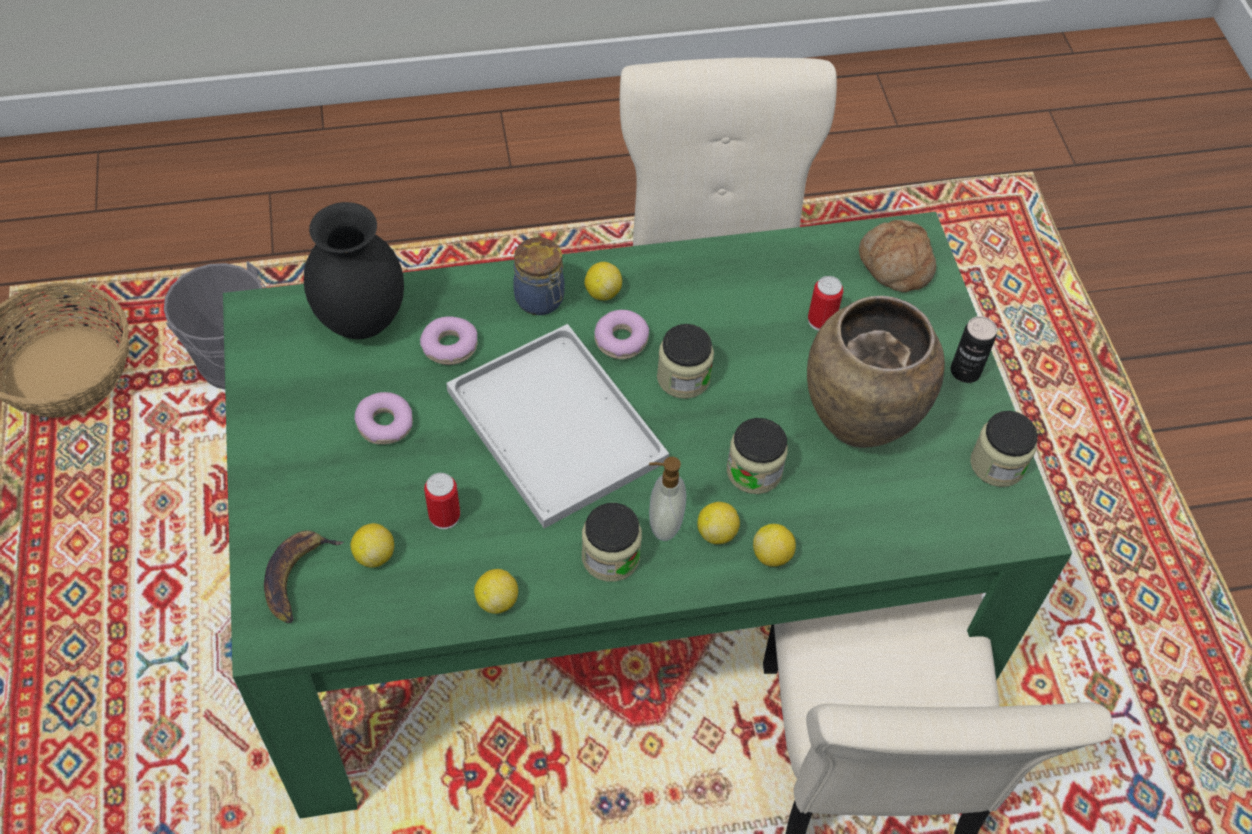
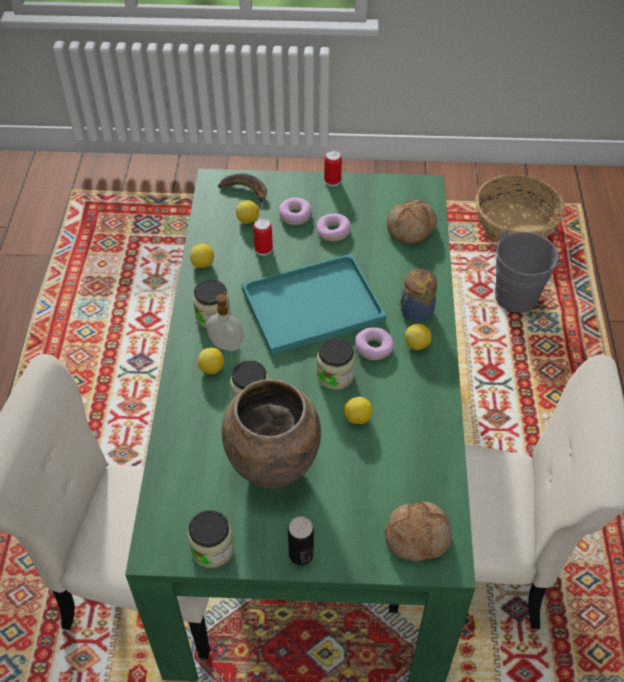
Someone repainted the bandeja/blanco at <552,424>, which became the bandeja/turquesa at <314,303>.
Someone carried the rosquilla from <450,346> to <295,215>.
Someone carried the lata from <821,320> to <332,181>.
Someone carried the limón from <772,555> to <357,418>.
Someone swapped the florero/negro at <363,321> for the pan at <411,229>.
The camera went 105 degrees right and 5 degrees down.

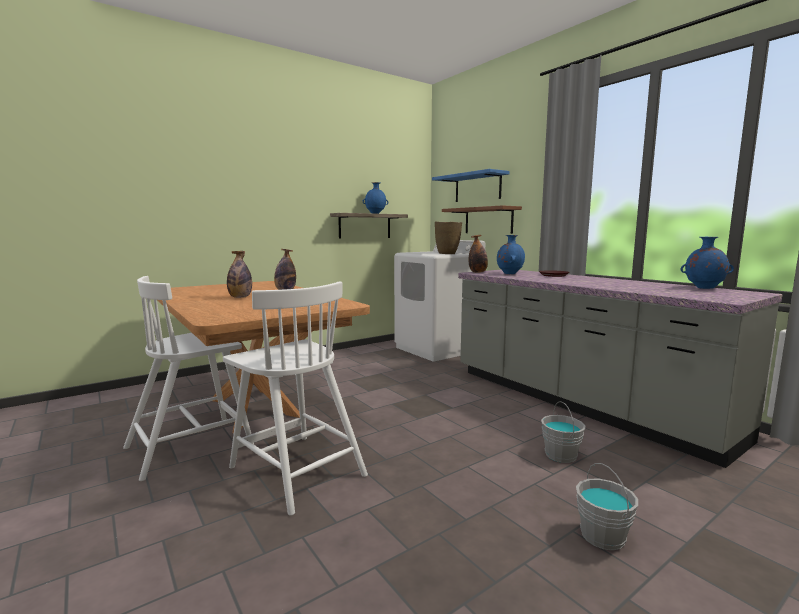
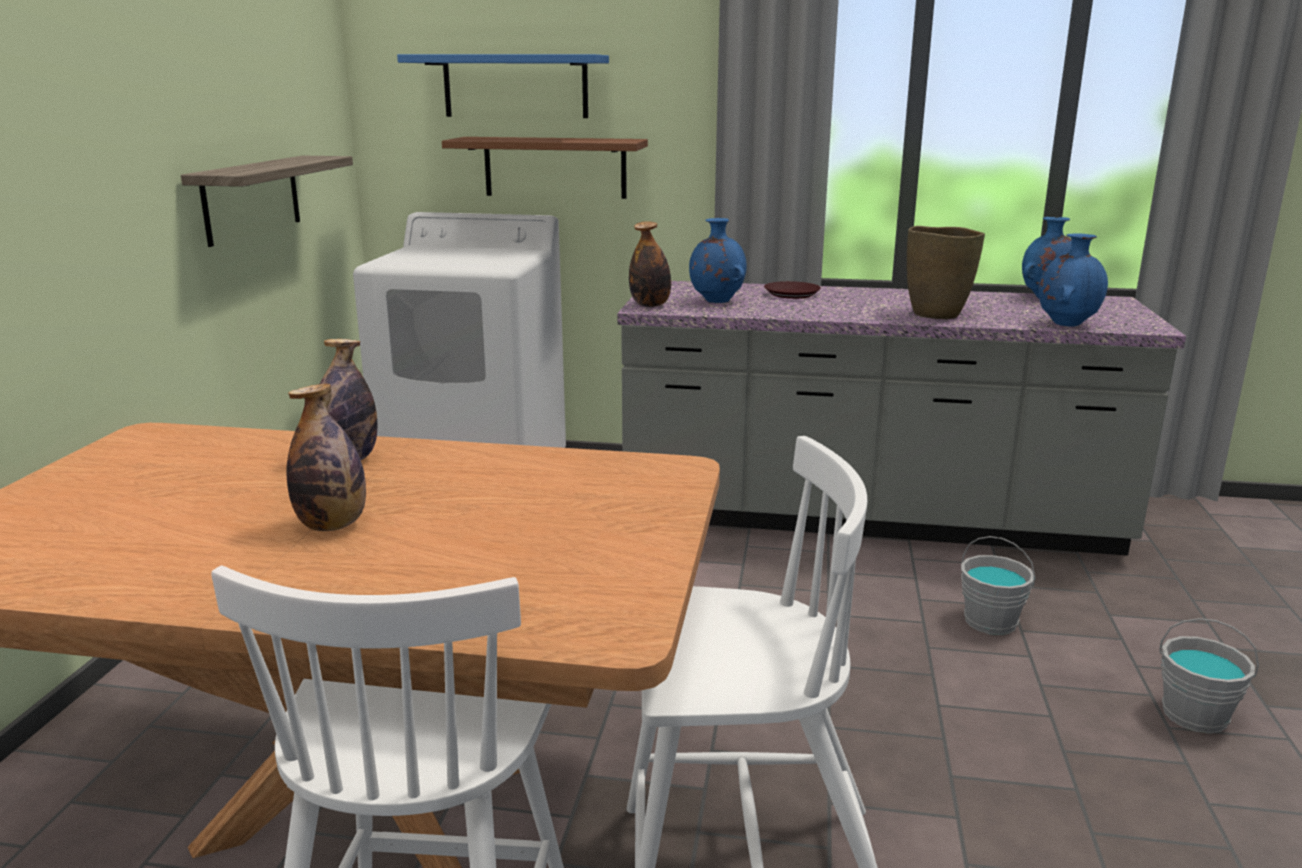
Someone carried the florero/marrón from <447,254> to <936,315>.
Someone carried the florero/azul from <375,213> to <1067,324>.
The camera went 45 degrees left and 10 degrees up.

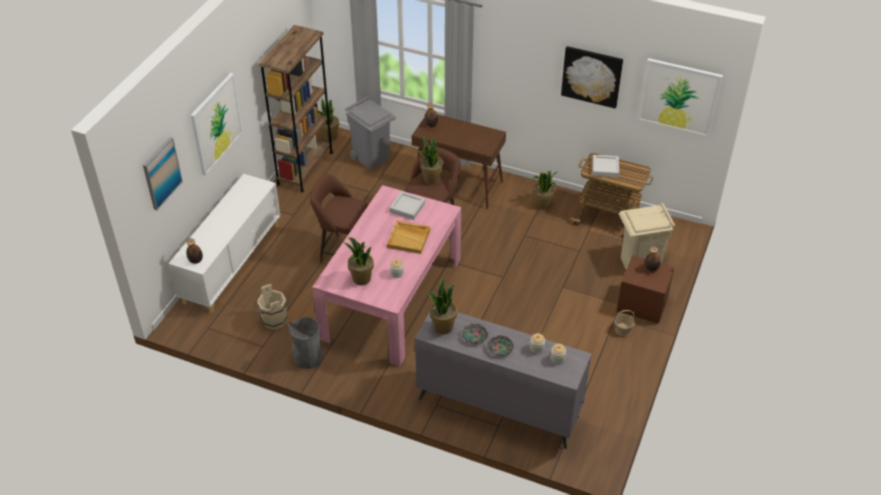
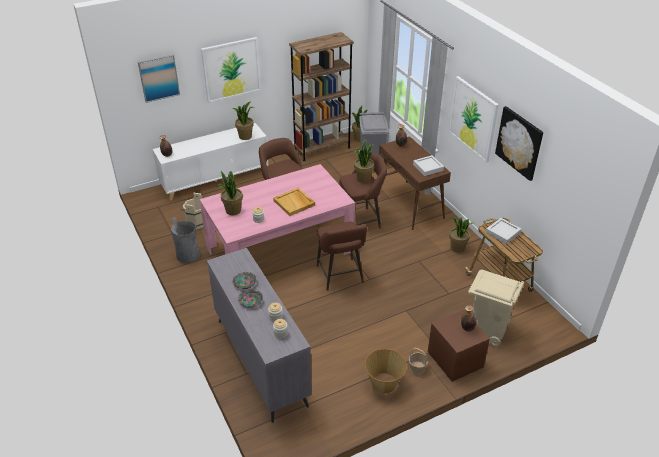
Someone carried the planta en maceta from <443,327> to <245,136>.
Someone put down the taburete/marrón at <340,276>.
Someone put down the cesta at <384,383>.
Someone carried the bandeja/gris from <407,208> to <428,167>.
Someone carried the cuadro from <679,97> to <473,118>.
The camera went 40 degrees right and 5 degrees down.

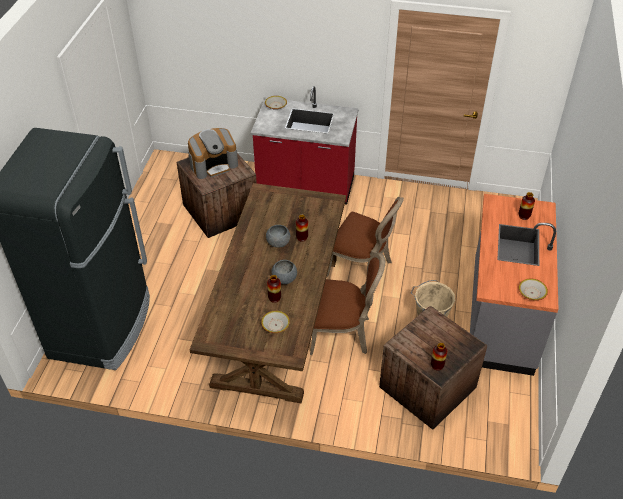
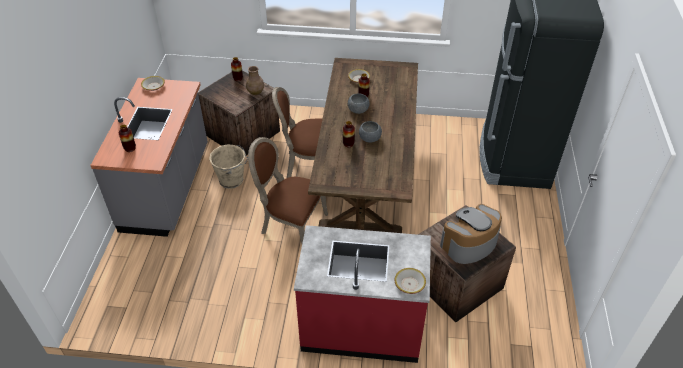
Someone put down the florero/marrón at <256,92>.
The camera went 175 degrees right and 0 degrees up.

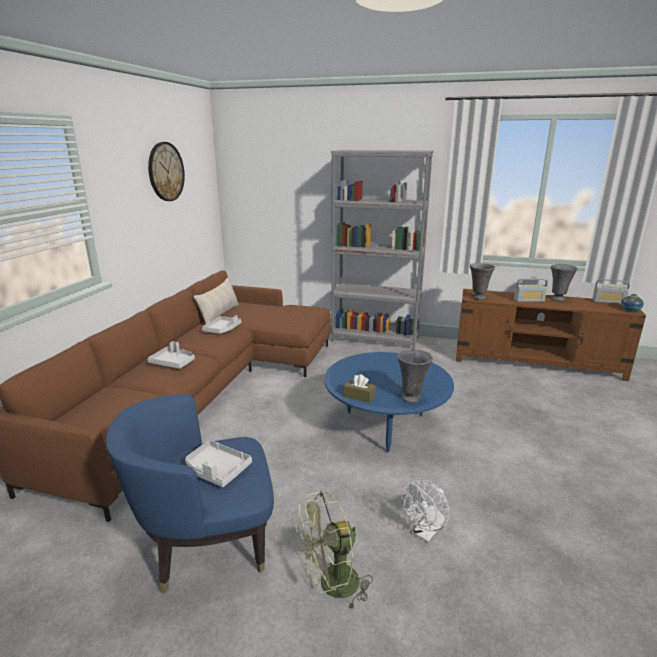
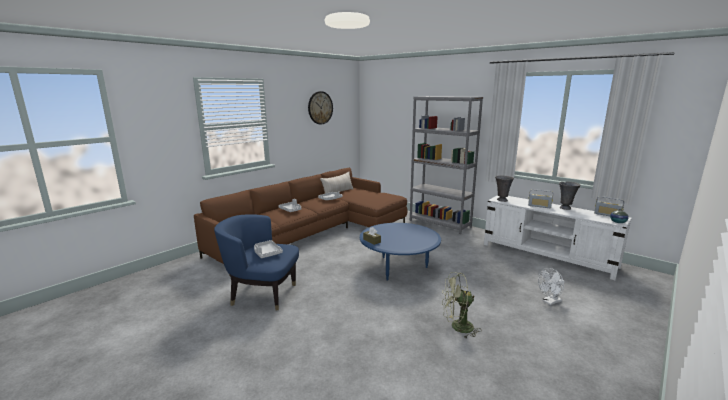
Someone carried the ventilador/verde from <332,586> to <457,327>.
Someone repainted the mueble de televisión/marrón at <536,362>, which became the mueble de televisión/blanco at <547,255>.
Someone carried the ventilador/blanco from <425,533> to <550,302>.
Someone took away the florero/gris at <412,398>.
The camera went 25 degrees right and 5 degrees down.

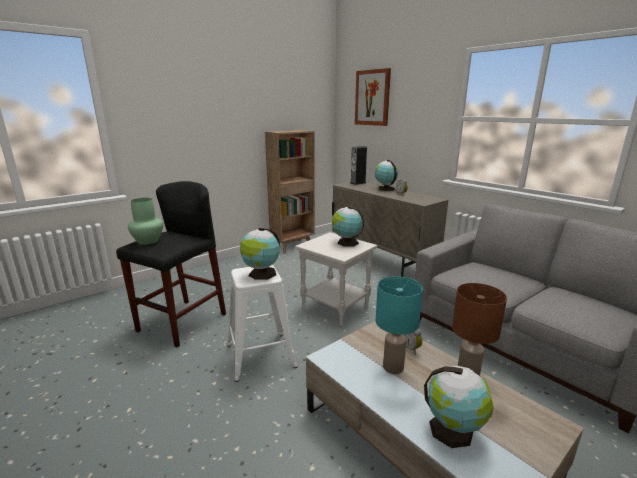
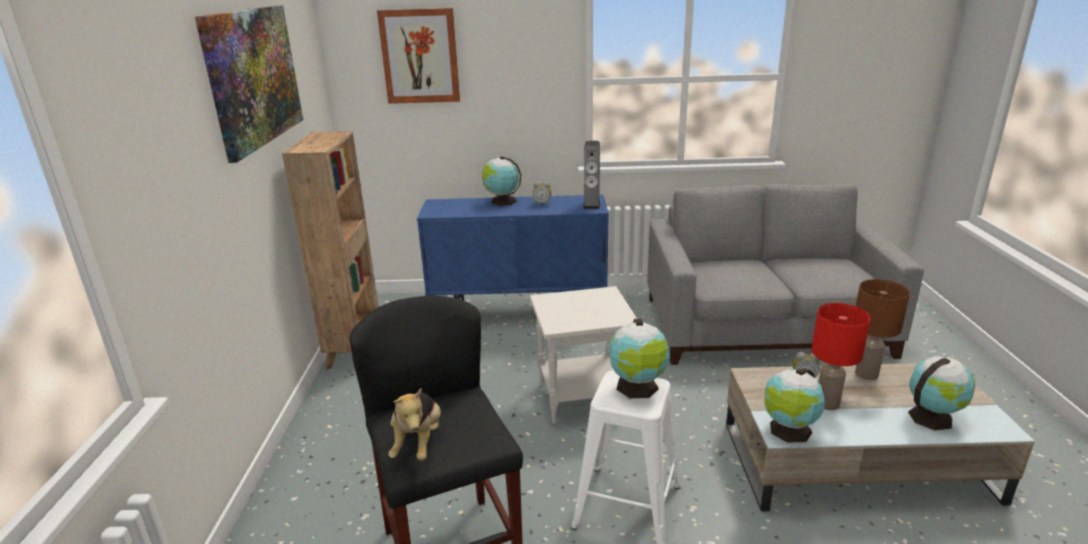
Someone put up the cuadro at <254,77>.
Someone swapped the florero/verde at <148,241> for the peluche at <418,443>.
Someone repainted the armario/beis at <381,263>, which became the armario/azul at <519,313>.
Someone carried the altavoz from <358,183> to <591,204>.
Someone carried the globo terráqueo from <346,242> to <789,431>.
Someone repainted the lámpara de mesa/turquesa at <393,368>, which became the lámpara de mesa/rojo at <828,403>.
The camera went 50 degrees left and 5 degrees up.

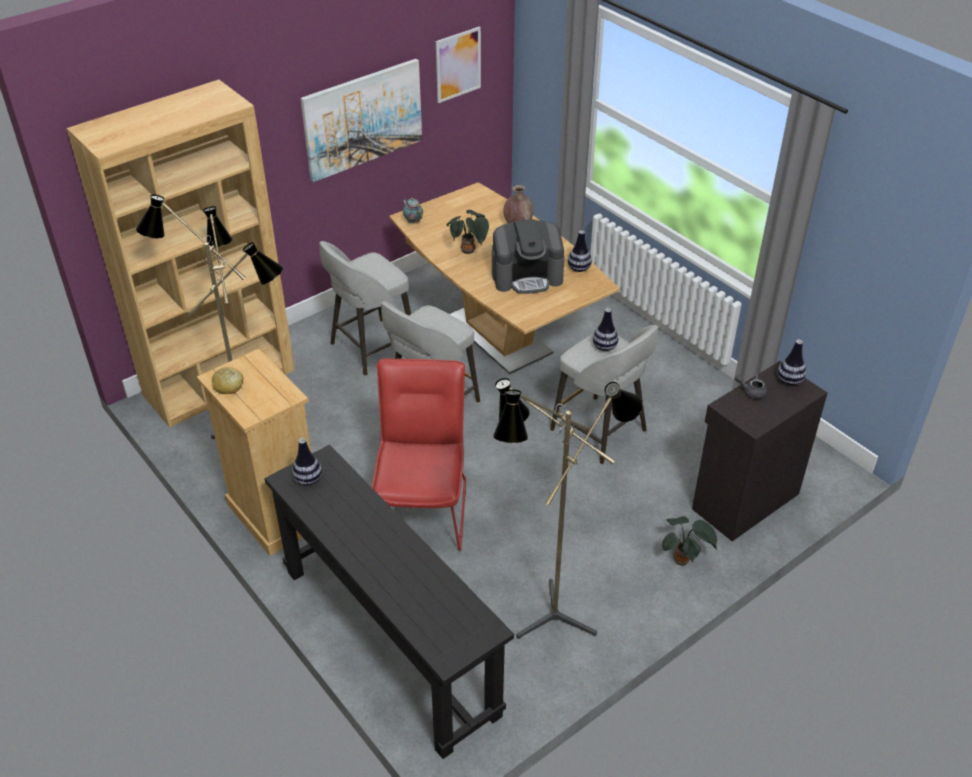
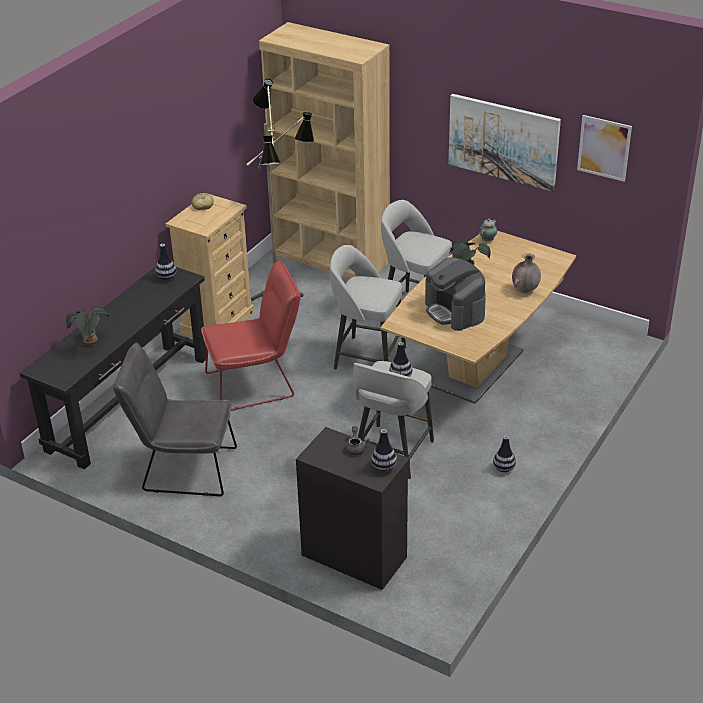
Someone carried the planta en maceta from <683,560> to <91,344>.
Someone swapped the lámpara de pie at <548,611> for the silla/gris at <183,469>.
Someone carried the florero from <579,269> to <503,468>.
The camera went 70 degrees right and 5 degrees down.

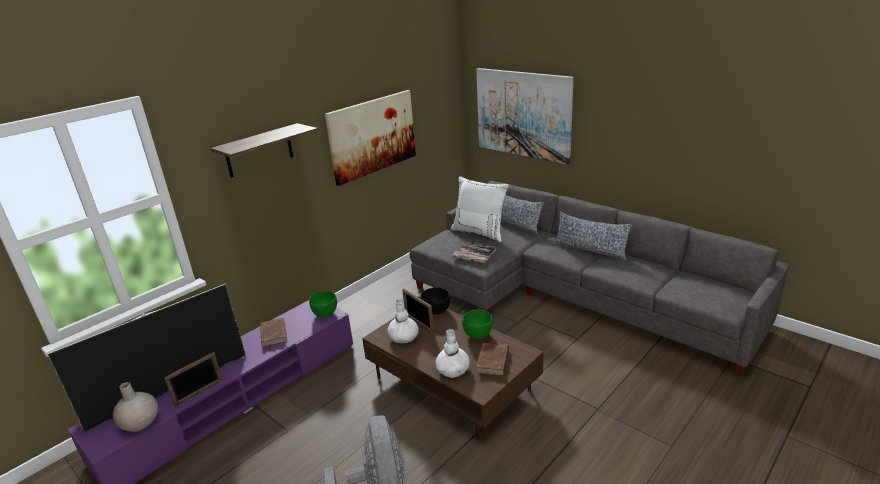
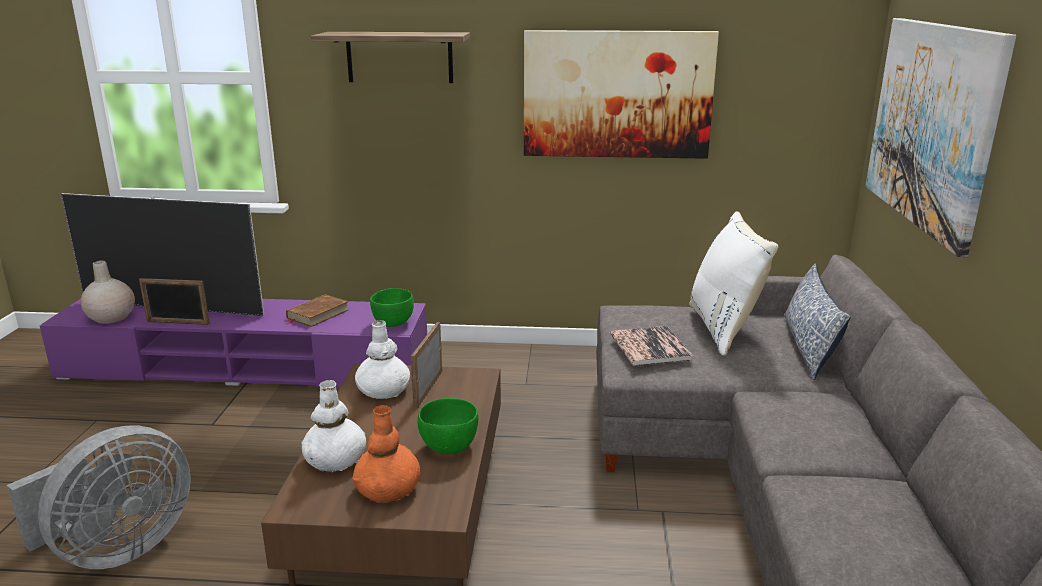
Someone swapped the libro/marrón at <493,361> for the florero/naranja at <388,488>.
Someone took away the cuenco/negro at <436,311>.
Someone took away the cojín at <590,250>.
The camera went 50 degrees right and 5 degrees down.

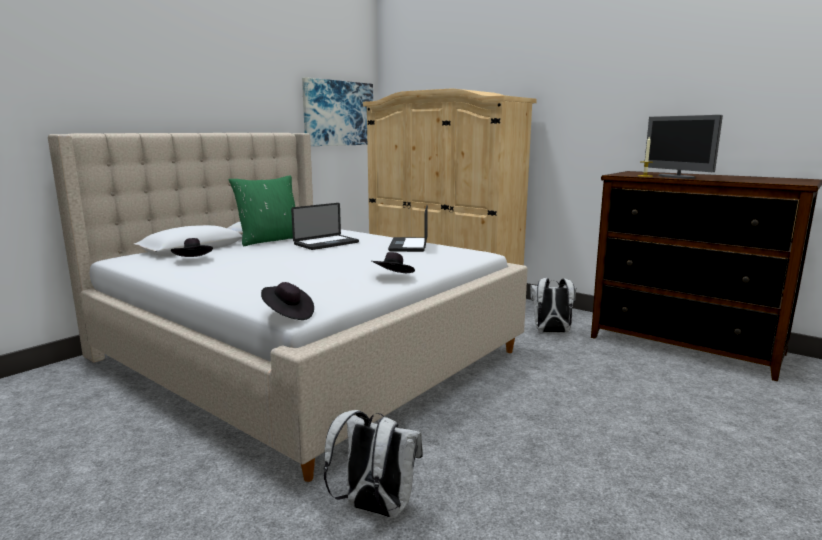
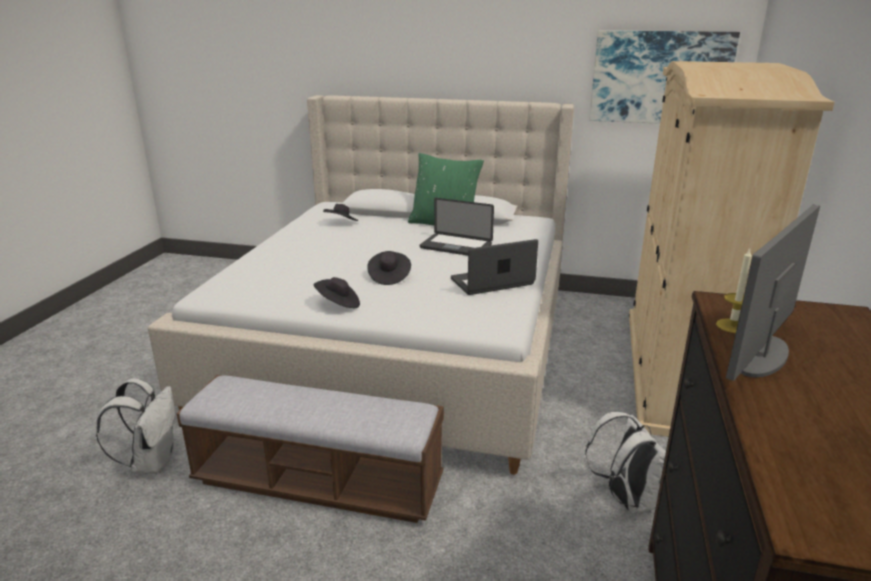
Someone put down the banco at <318,482>.
Someone carried the sombrero/negro from <288,315> to <389,277>.
The camera went 65 degrees right and 10 degrees up.

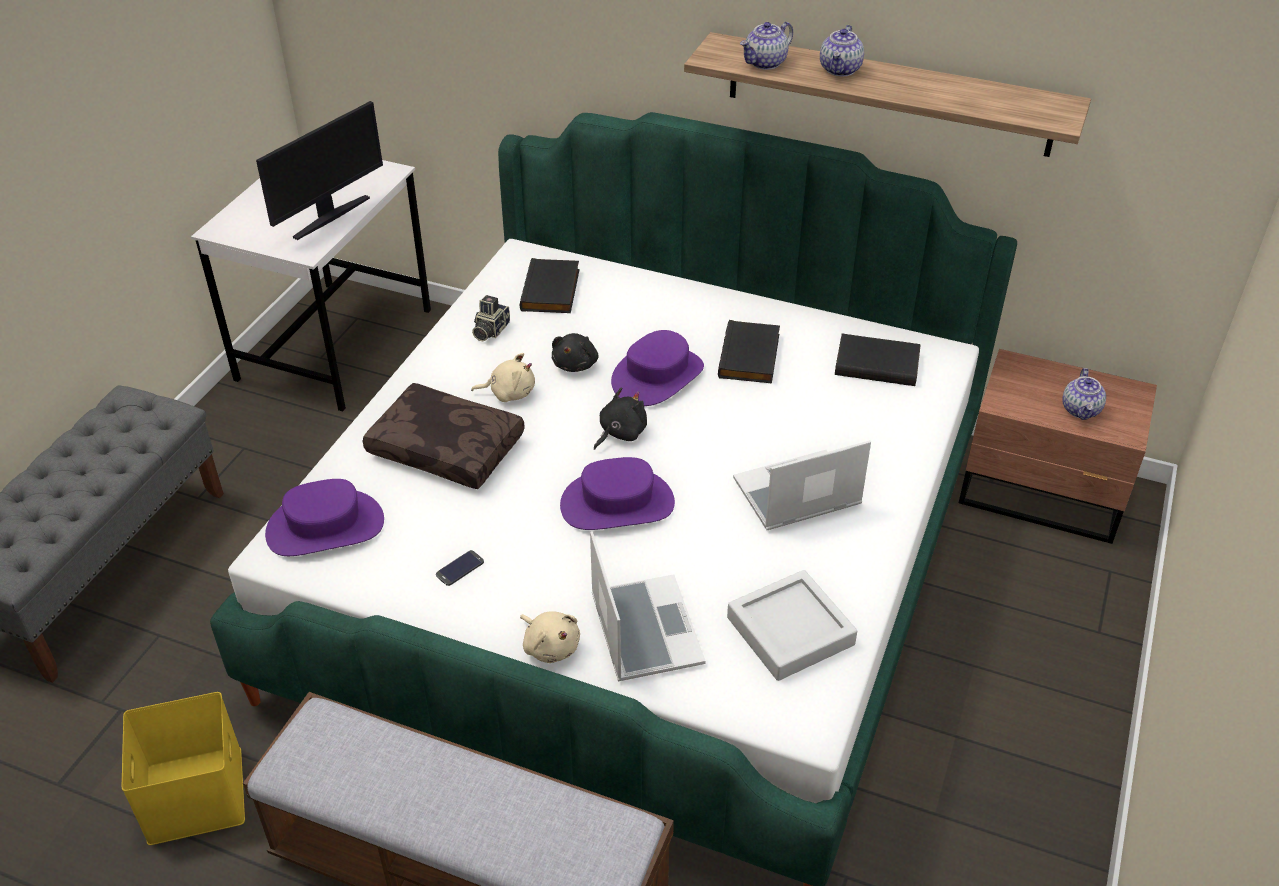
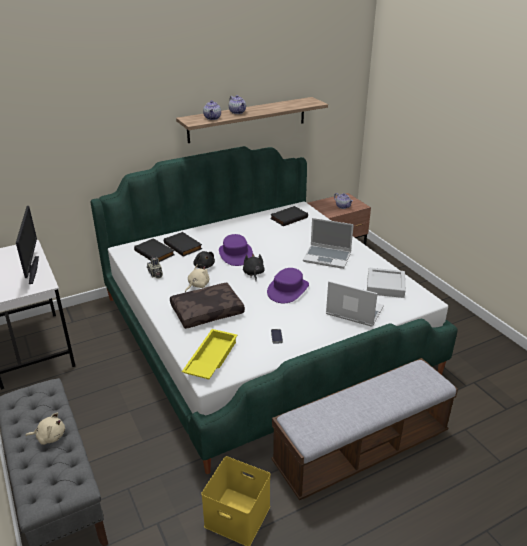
Someone carried the peluche/beis from <550,646> to <49,436>.
Someone carried the libro/negro from <751,357> to <183,246>.
Someone swapped the sombrero/morado at <325,527> for the bandeja/amarillo at <210,359>.
Someone rotated the portátil at <796,494> by 90 degrees counterclockwise.
The camera went 50 degrees left and 10 degrees down.

